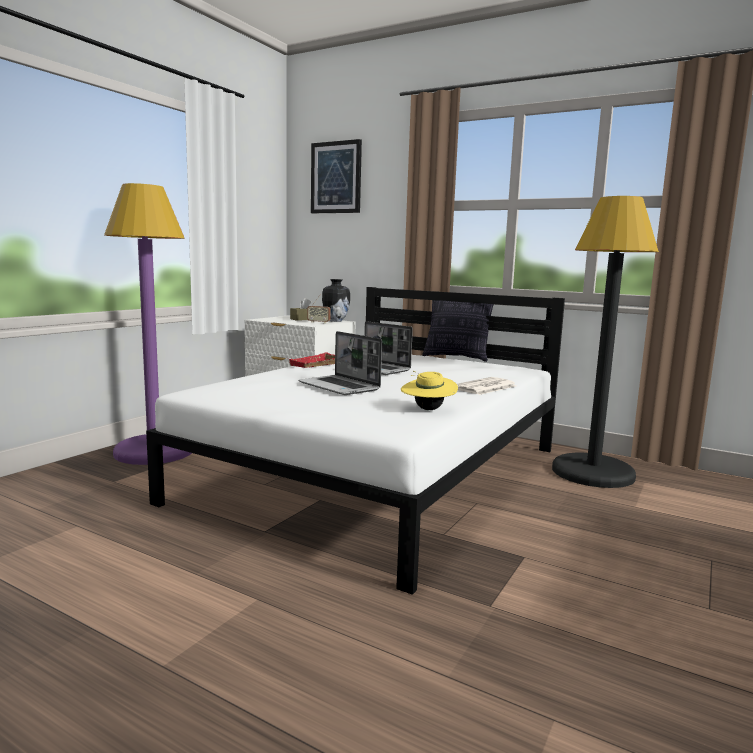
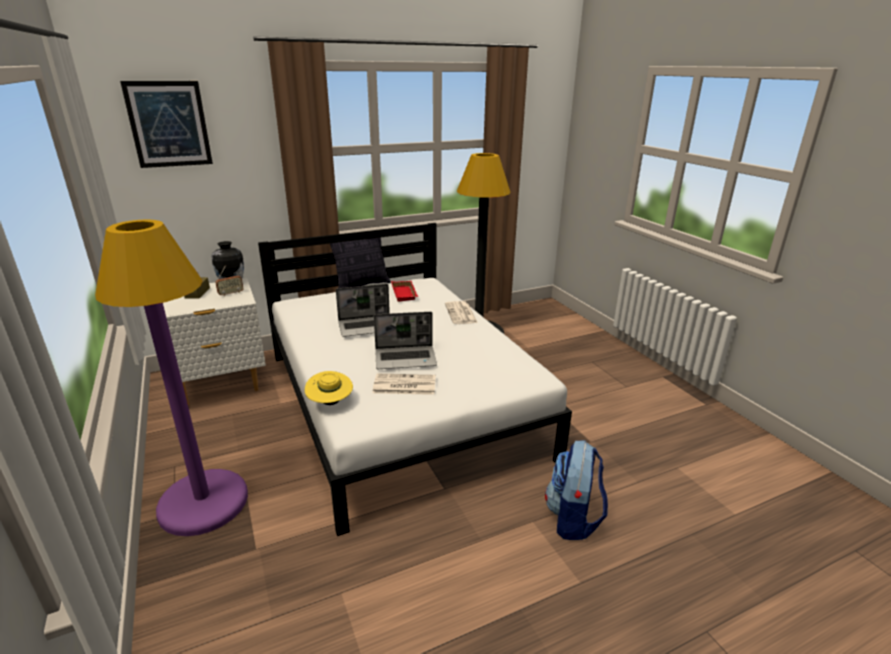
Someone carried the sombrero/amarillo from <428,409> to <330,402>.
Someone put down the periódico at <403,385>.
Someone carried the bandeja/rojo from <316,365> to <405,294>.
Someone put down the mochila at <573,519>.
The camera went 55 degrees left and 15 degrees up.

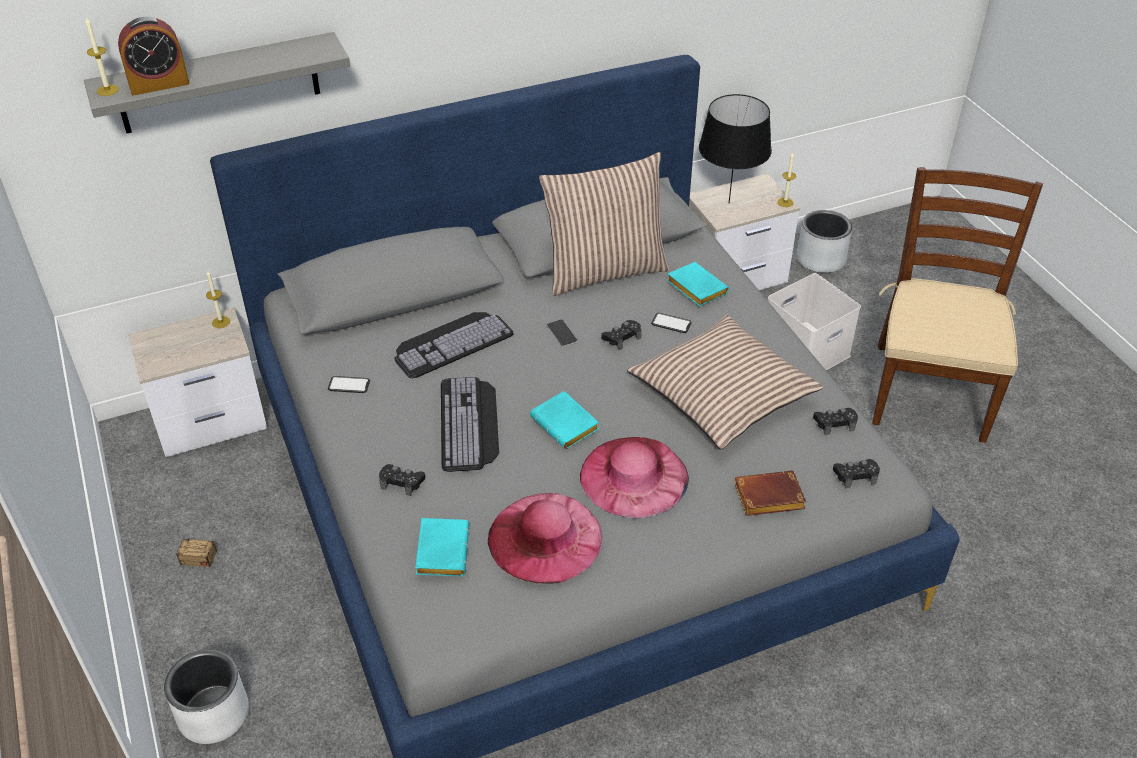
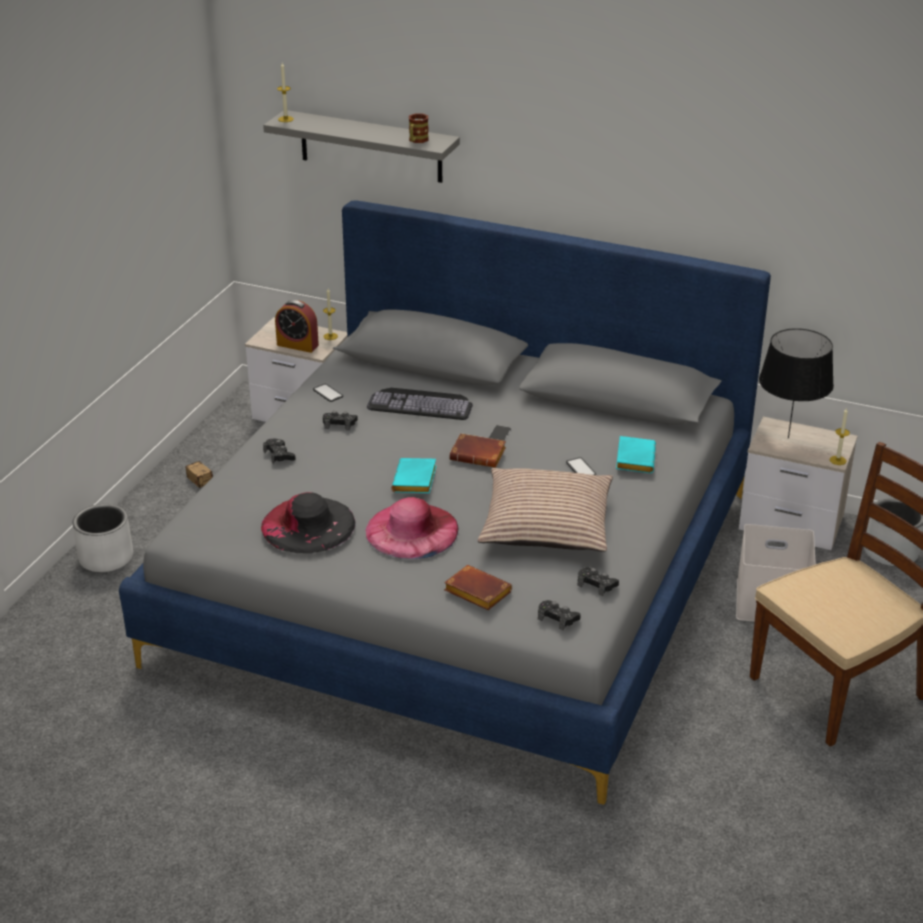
Someone repainted the sombrero/rosa at <545,537>, which became the sombrero/negro at <308,525>.
Someone carried the despertador from <159,84> to <297,345>.
Someone carried the mando de consola/negro from <622,337> to <339,424>.
Someone put down the taza grande at <417,140>.
Someone put down the libro/marrón at <479,455>.
Someone took away the libro/turquesa at <440,550>.
Someone took away the teclado at <470,424>.
Someone took away the cojín at <604,270>.
The camera went 45 degrees right and 10 degrees down.

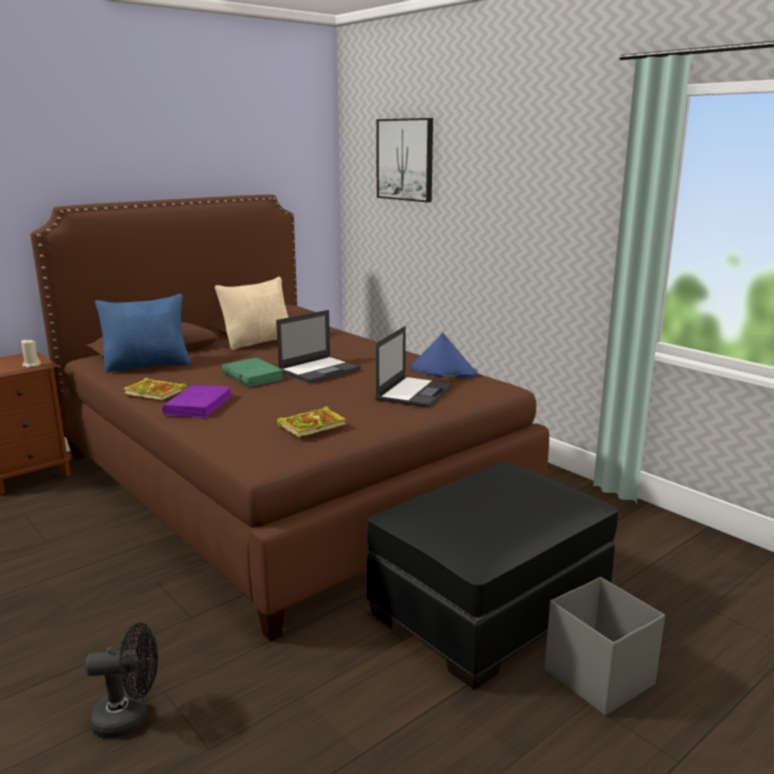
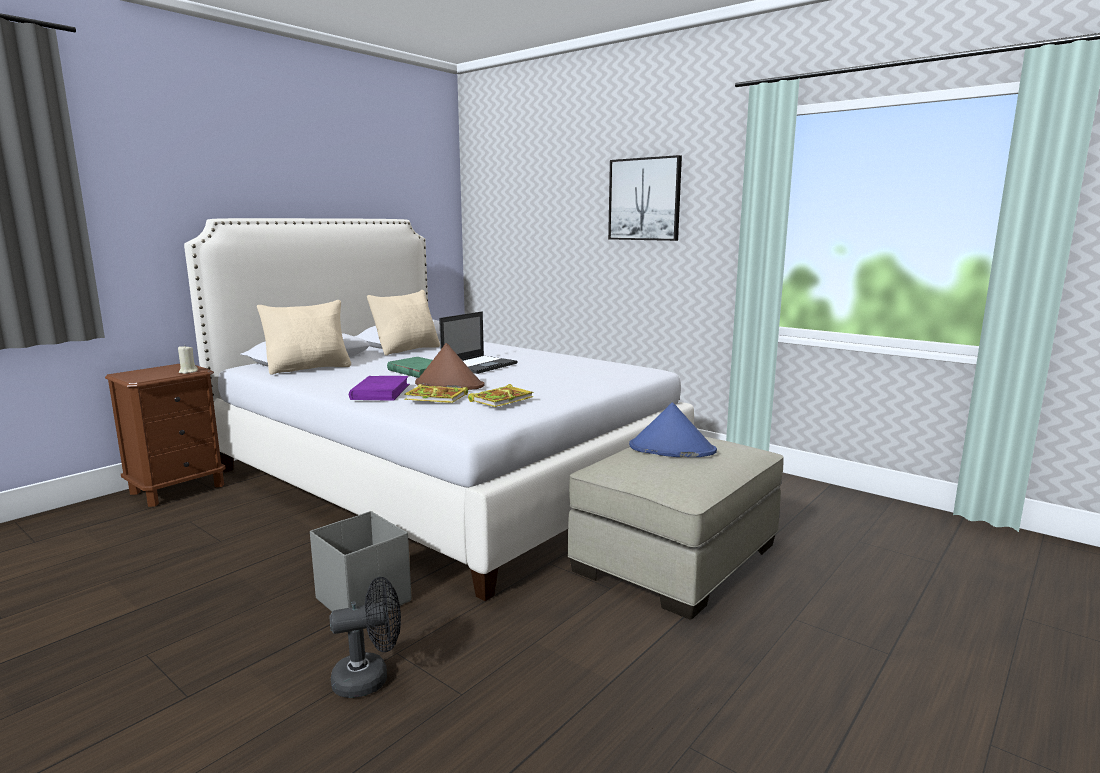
Someone repainted the cama/marrón at <284,481>, which became the cama/blanco at <444,476>.
Someone repainted the cojín/azul at <148,365>, which became the cojín/beis at <309,368>.
Someone carried the caja de almacenaje/gris from <598,676> to <363,599>.
Someone carried the libro from <156,392> to <437,397>.
Someone put down the sombrero/marrón at <449,385>.
Someone repainted the puf/negro at <490,607>, which became the puf/beis at <677,556>.
Someone carried the cuadro from <405,159> to <644,199>.
Someone carried the sombrero/azul from <443,371> to <671,449>.
Someone took away the portátil at <415,392>.
The camera went 10 degrees left and 5 degrees down.

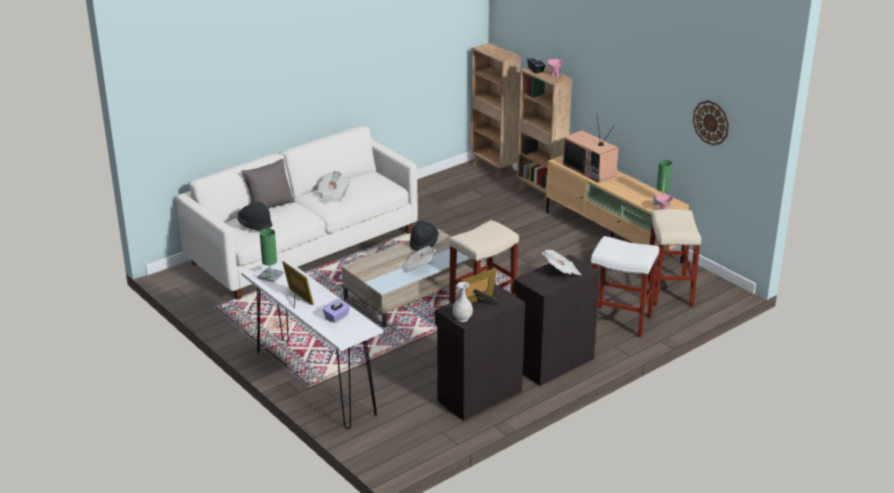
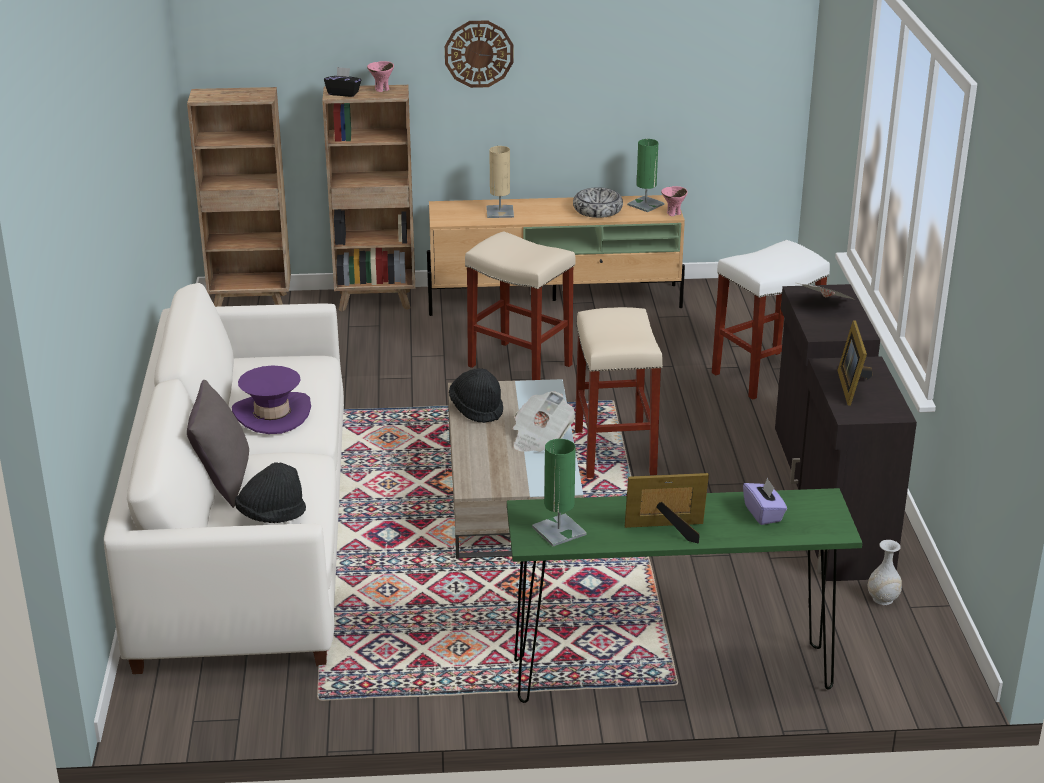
Someone swapped the periódico at <332,195> for the sombrero/morado at <272,414>.
Someone carried the reloj de pared from <711,122> to <479,53>.
Someone carried the taburete/beis from <669,292> to <521,366>.
Someone swapped the televisor at <590,170> for the lámpara de mesa/beis at <500,212>.
Someone repainted the mesa consola/blanco at <314,383>, which became the mesa consola/verde at <672,674>.
Someone put down the cuenco at <597,210>.
Someone carried the florero/blanco from <462,318> to <883,599>.
The camera went 55 degrees left and 0 degrees up.

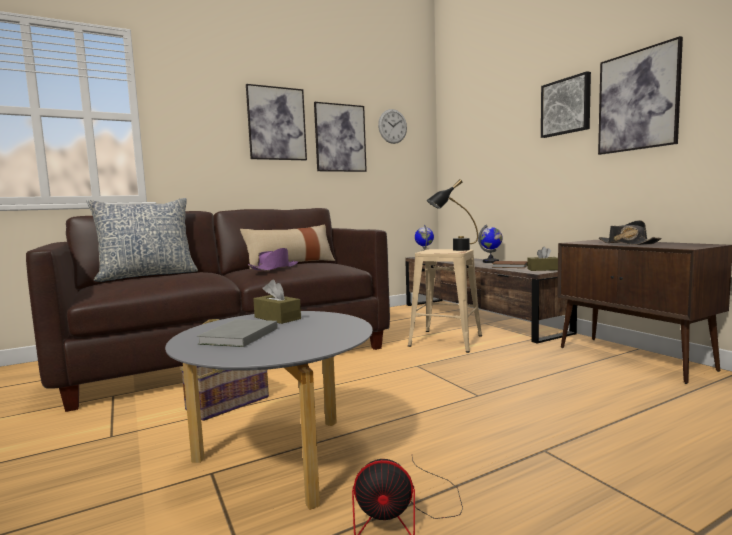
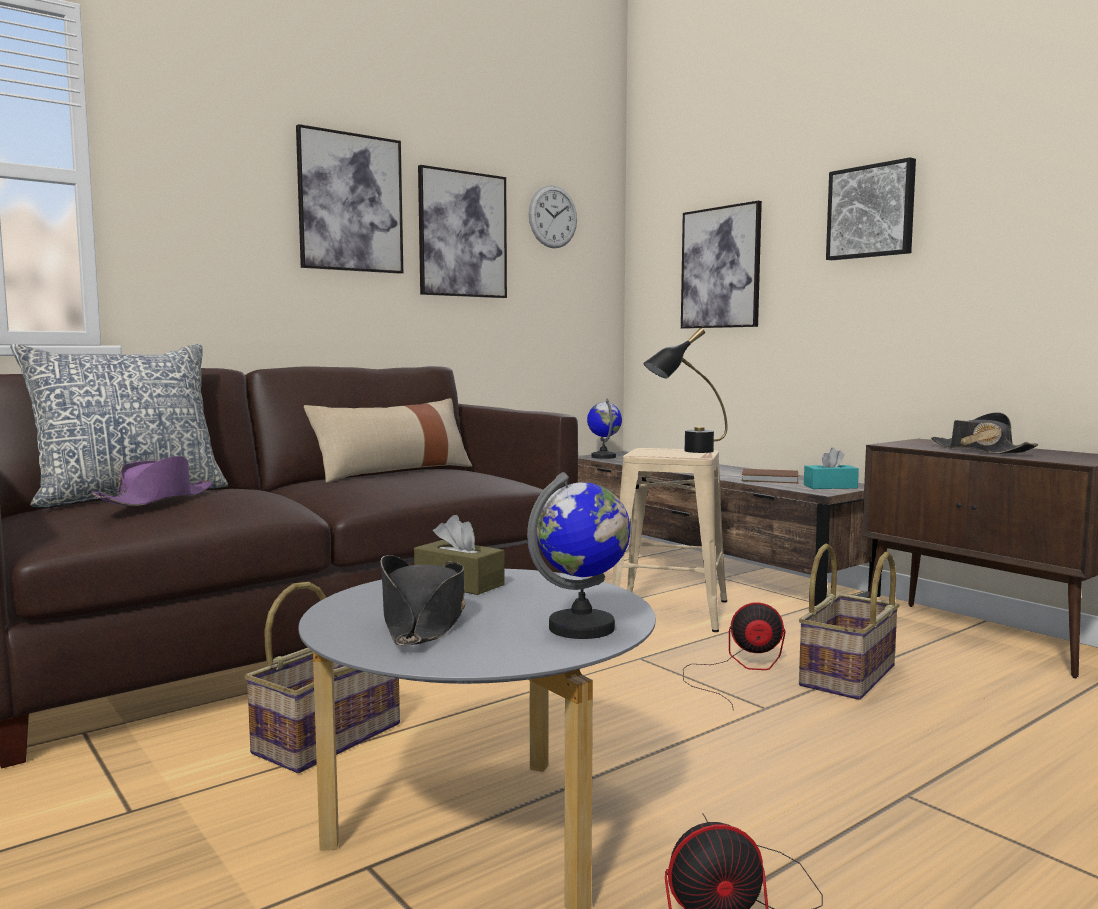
Someone carried the sombrero/morado from <274,268> to <157,499>.
Someone swapped the libro/gris at <237,336> for the sombrero/negro at <423,621>.
Someone carried the globo terráqueo from <491,262> to <582,628>.
Someone carried the cuadro from <638,100> to <721,268>.
Someone put down the ventilador at <738,669>.
Someone put down the cesta at <849,676>.
Someone repainted the caja de pañuelos/marrón at <543,269>, which became the caja de pañuelos/turquesa at <830,486>.
The camera went 10 degrees left and 0 degrees up.

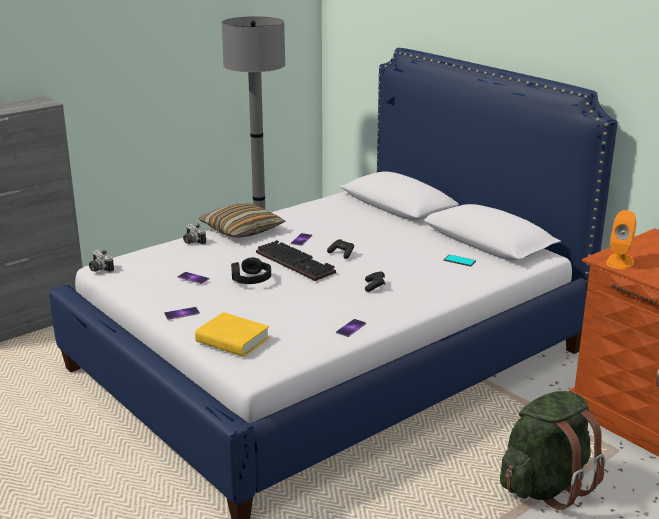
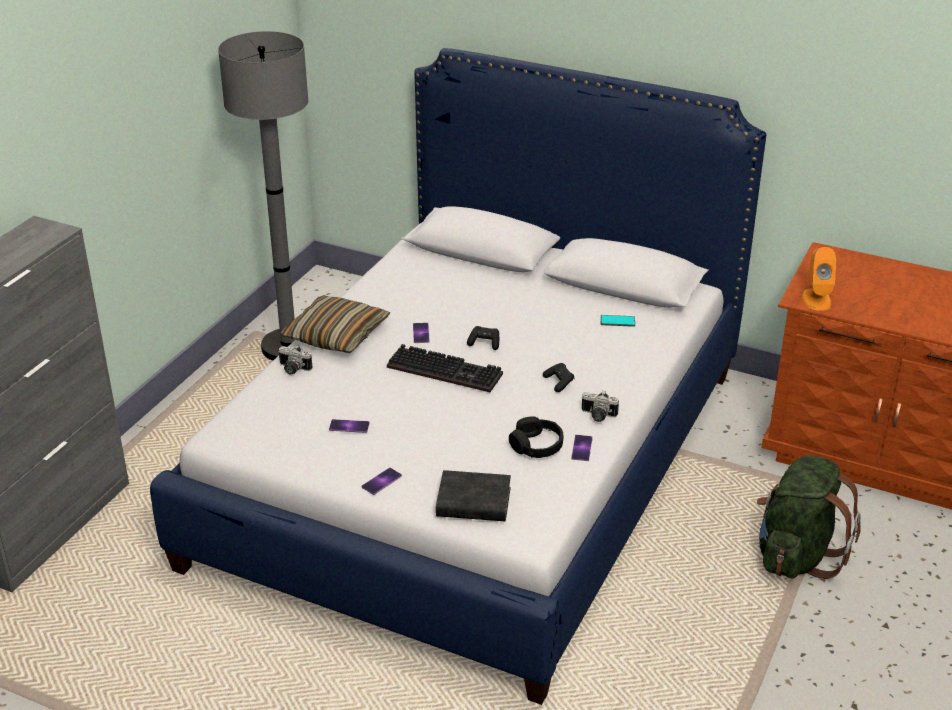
Someone repainted the libro/amarillo at <232,340>, which became the libro/negro at <473,502>.
Someone carried the auriculares/negro from <250,279> to <536,445>.
Someone carried the cámara from <99,269> to <597,416>.
The camera went 25 degrees left and 10 degrees up.

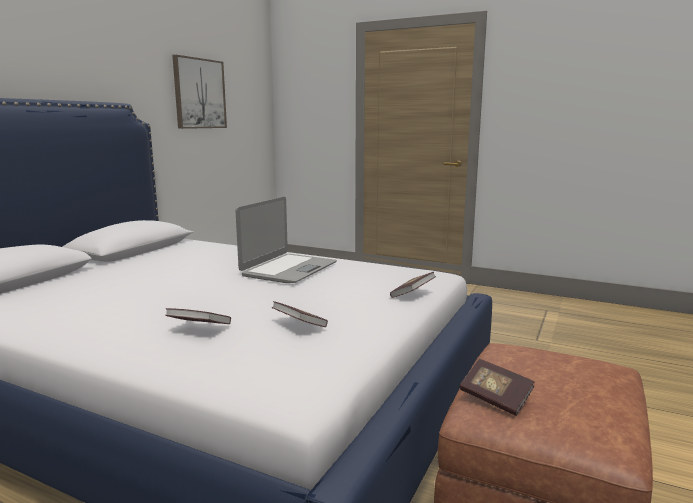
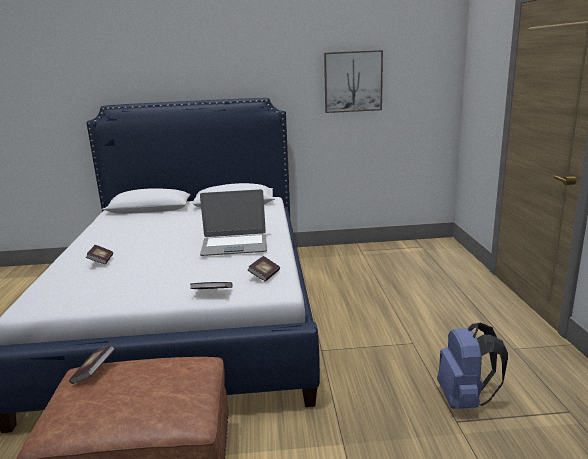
Someone carried the libro from <299,325> to <264,275>.
Someone put down the mochila/azul at <465,400>.
The camera went 60 degrees right and 5 degrees up.

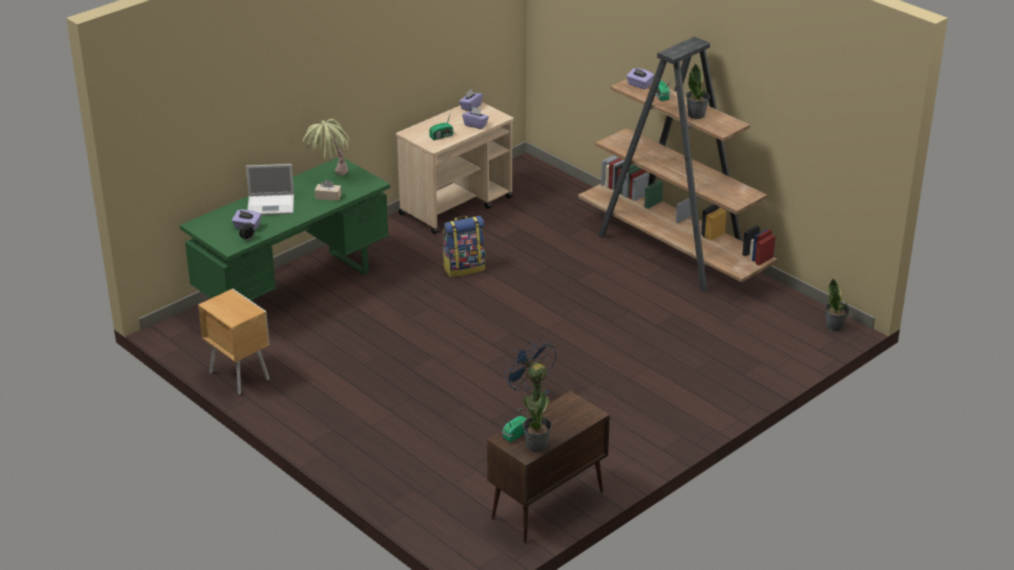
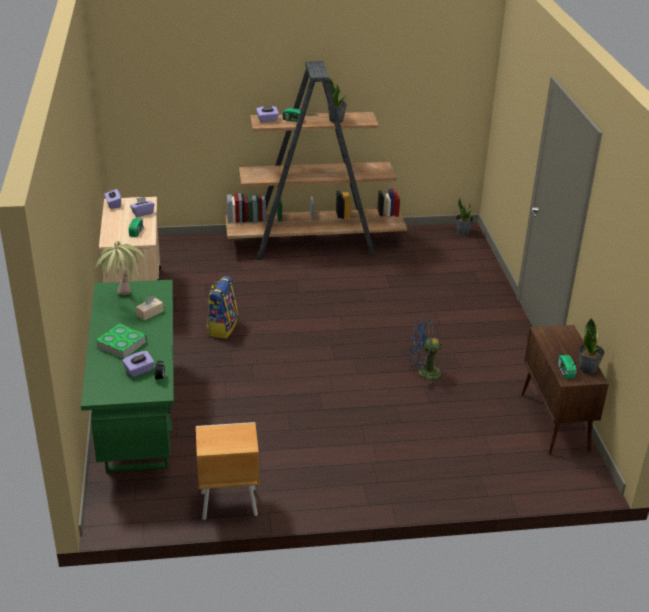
Someone swapped the portátil at <272,205> for the libro at <122,344>.
The camera went 55 degrees left and 0 degrees up.

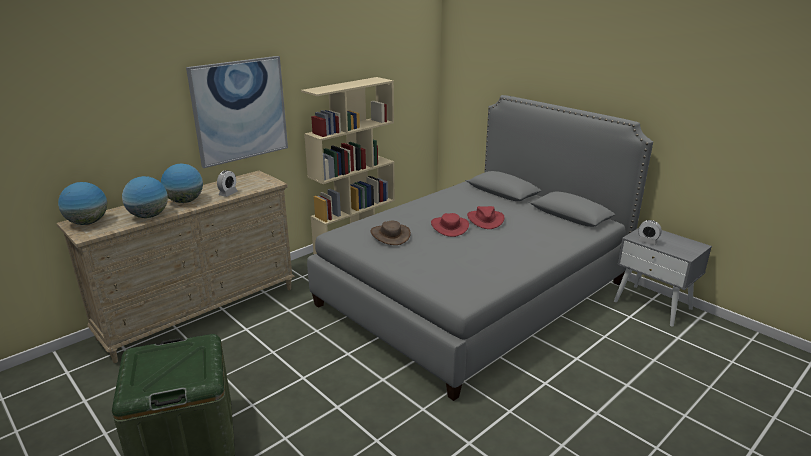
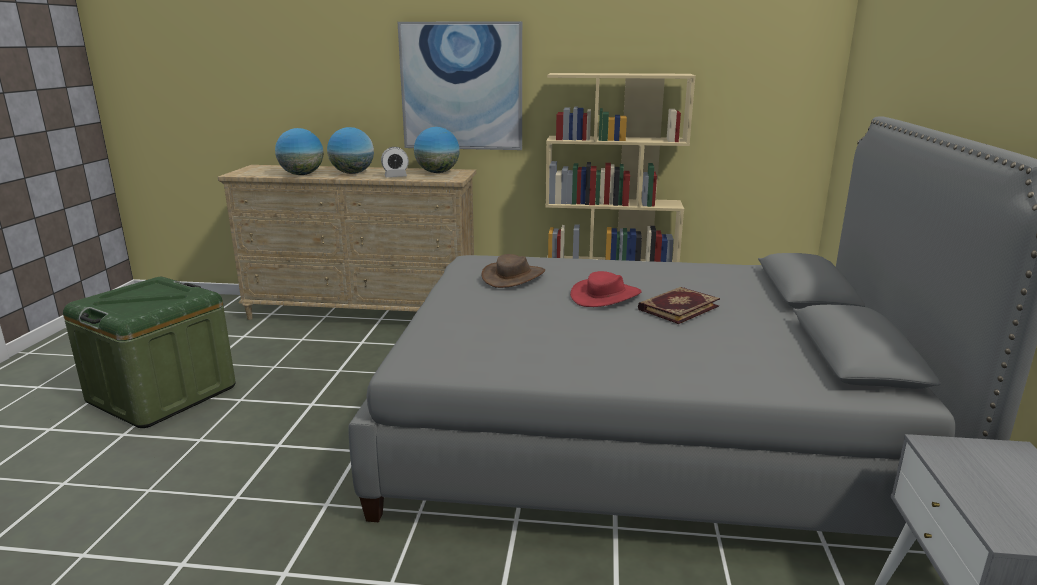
Someone carried the globo terráqueo from <88,223> to <437,172>.
Someone swapped the sombrero/rojo at <485,220> for the libro at <677,307>.
Someone took away the despertador at <647,242>.
The camera went 50 degrees right and 5 degrees down.

